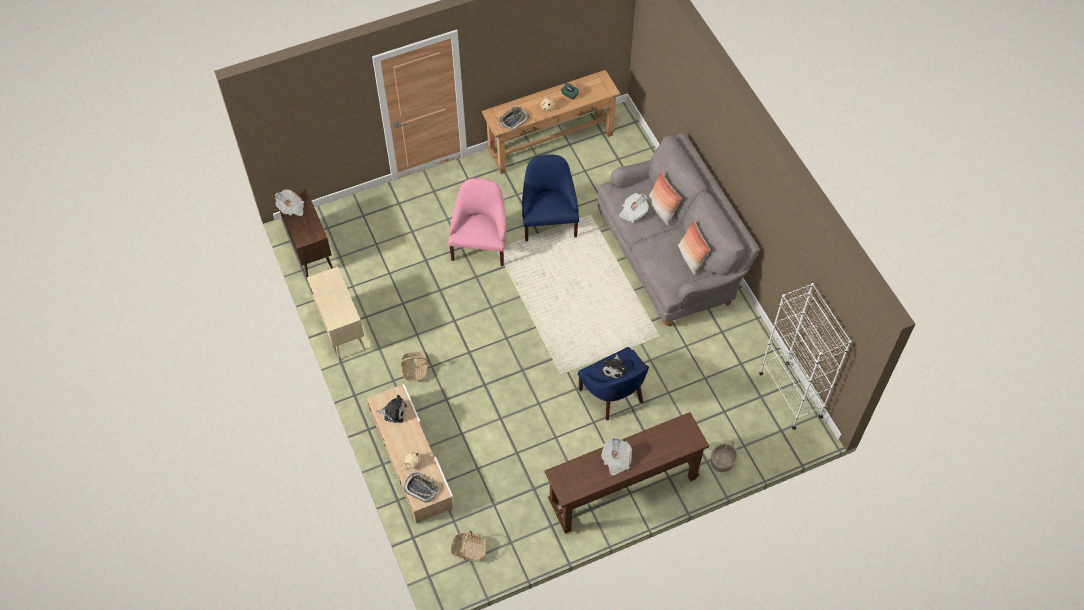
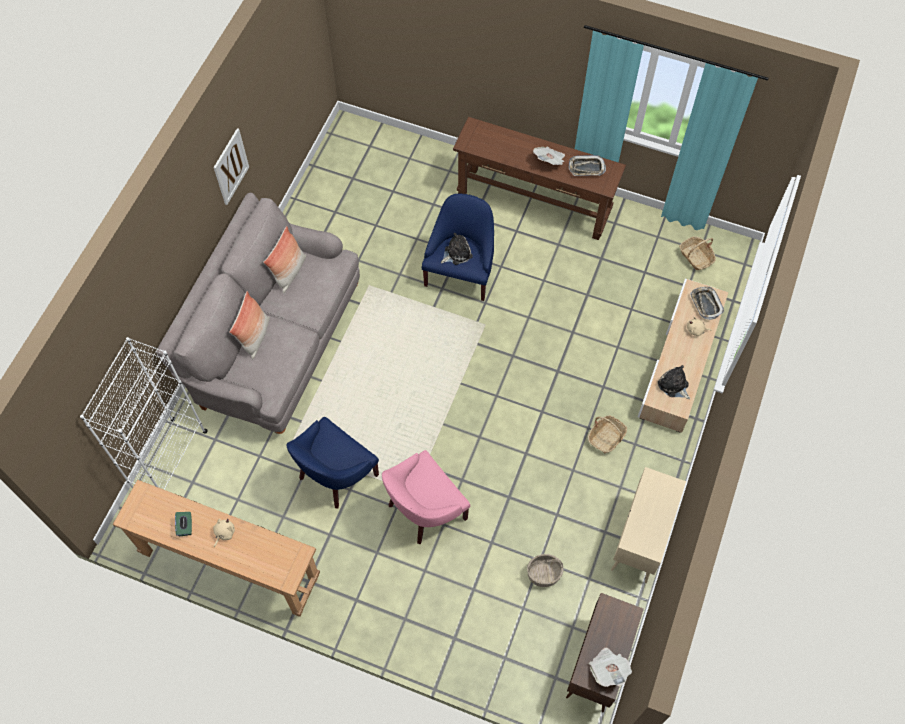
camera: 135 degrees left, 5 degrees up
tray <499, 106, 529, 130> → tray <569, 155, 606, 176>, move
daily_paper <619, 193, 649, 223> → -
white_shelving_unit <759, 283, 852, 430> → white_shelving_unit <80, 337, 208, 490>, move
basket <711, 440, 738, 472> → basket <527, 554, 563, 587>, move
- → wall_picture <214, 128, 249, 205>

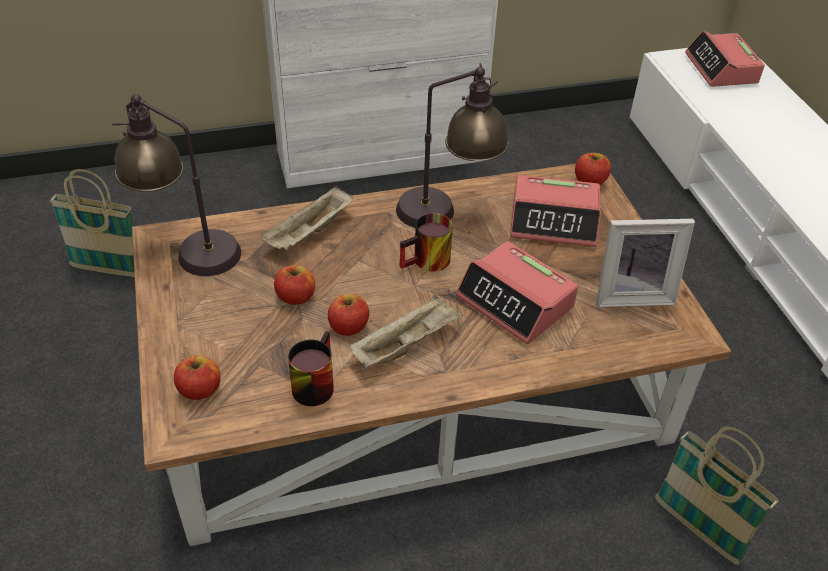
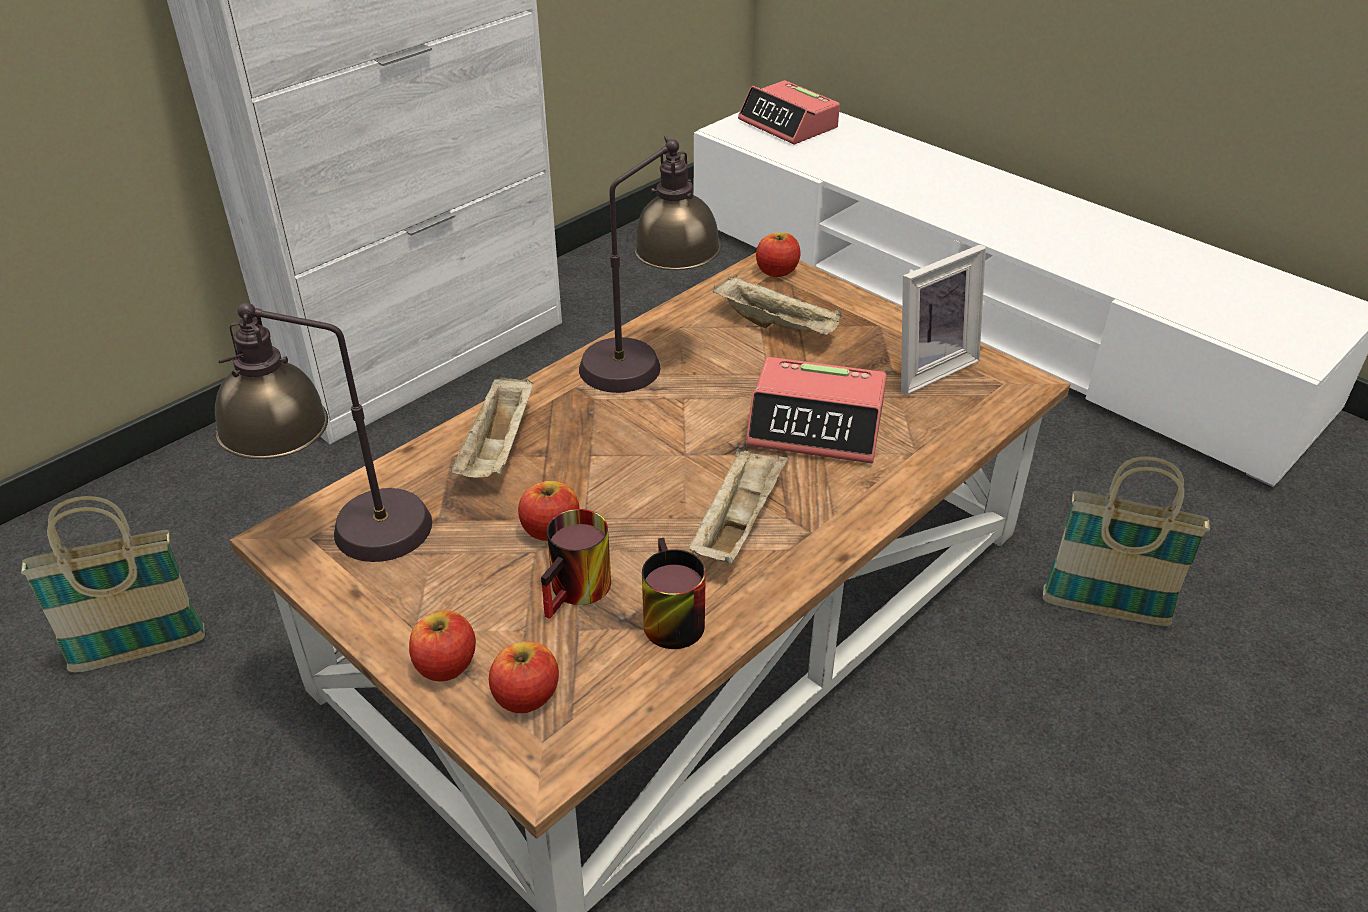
camera: 30 degrees left, 5 degrees down
bedside_clock <510, 175, 602, 247> → beige_tray <712, 276, 842, 335>
tea_mug <400, 213, 453, 271> → tea_mug <541, 509, 611, 619>, move
apple_fruit <328, 294, 369, 336> → apple_fruit <409, 610, 476, 682>, move

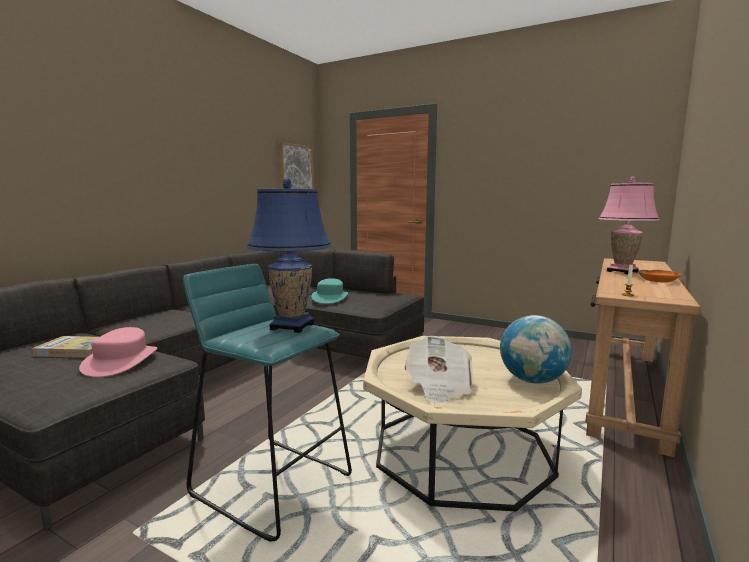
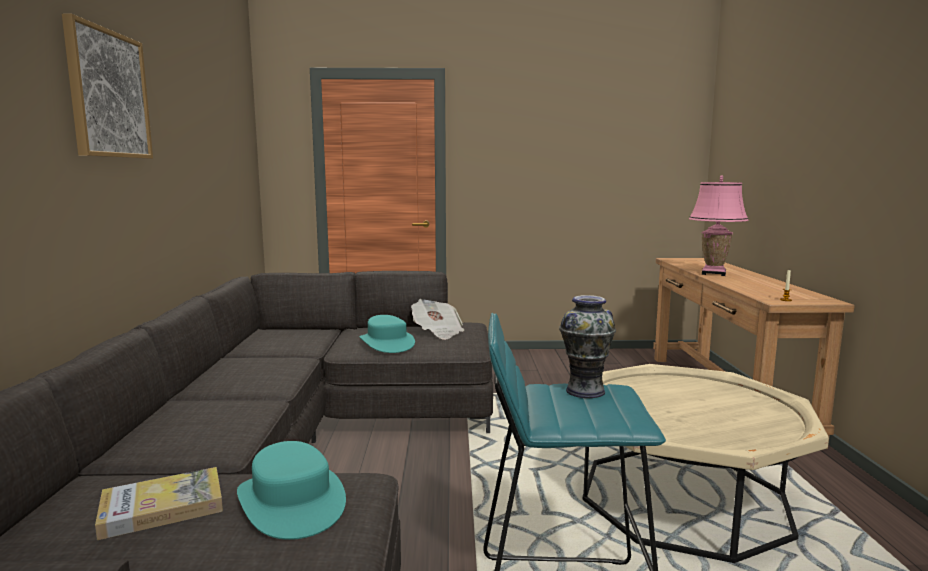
camera: 30 degrees left, 0 degrees up
wall_picture <279, 142, 314, 189> → wall_picture <62, 13, 153, 159>, move
blue-coloured_tabletop_lamp <246, 178, 332, 333> → flower_vase <559, 295, 616, 398>
orange_serving_bowl <638, 270, 681, 283> → -
desk_globe <500, 315, 572, 384> → -
pink_clothing_hat <79, 327, 158, 377> → turquoise-coloured_clothing_hat <237, 441, 346, 540>
daily_paper <404, 336, 473, 403> → daily_paper <411, 299, 464, 340>, move

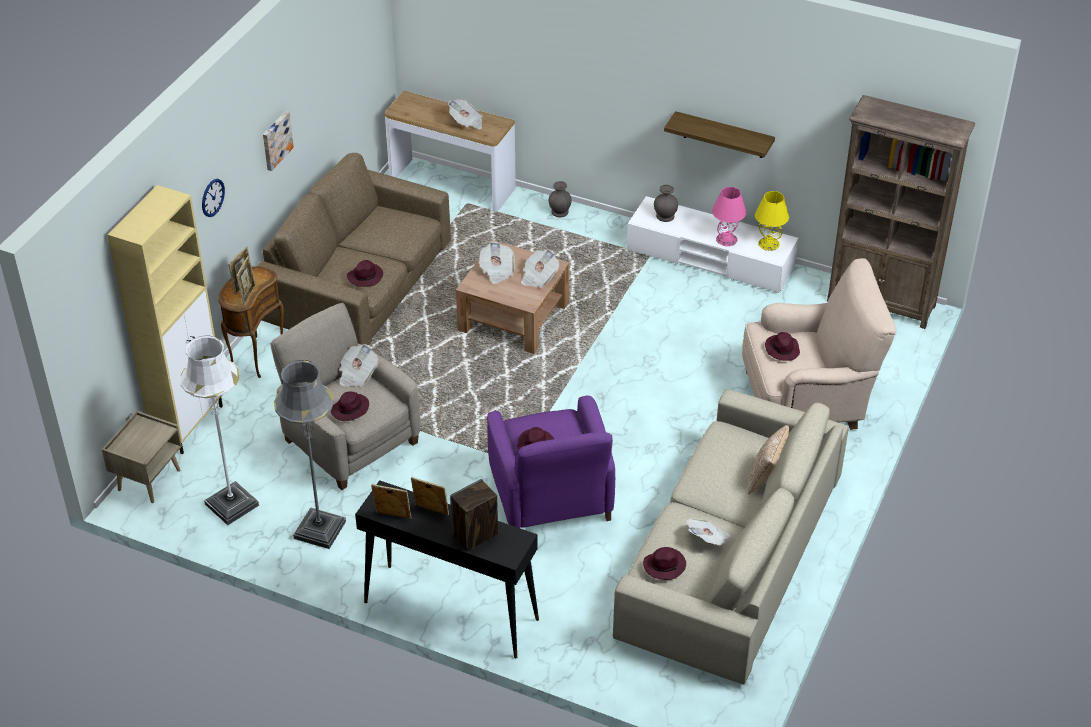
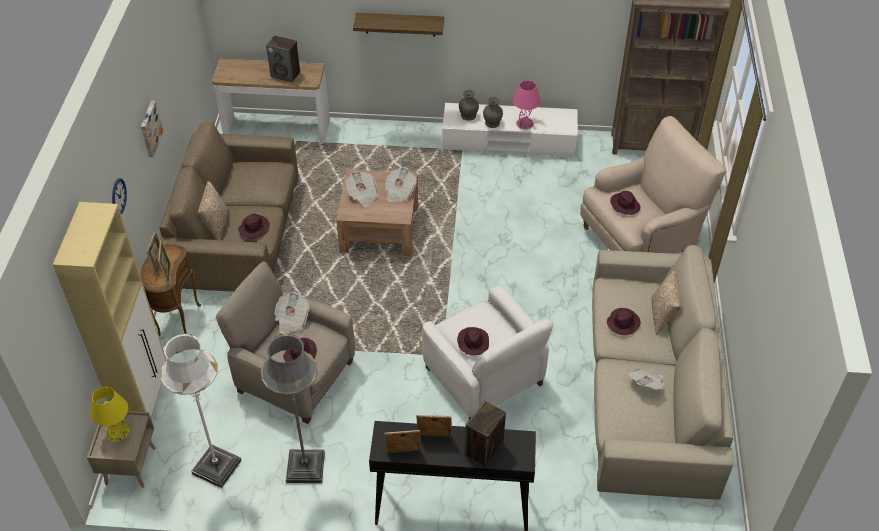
camera: 20 degrees left, 5 degrees up
daily_paper <448, 99, 483, 129> → speaker <266, 35, 300, 82>
shelf <664, 111, 775, 158> → shelf <353, 13, 444, 37>, move
grey_flower_vase <549, 181, 572, 217> → grey_flower_vase <483, 97, 503, 128>, move
yellow_tabletop_lamp <755, 191, 789, 251> → yellow_tabletop_lamp <90, 387, 130, 442>, move
purple_armchair <487, 396, 615, 528> → white_armchair <422, 286, 553, 420>
purple_clothing_hat <643, 547, 686, 580> → purple_clothing_hat <607, 308, 641, 335>, move
- → throw_pillow <198, 181, 229, 240>

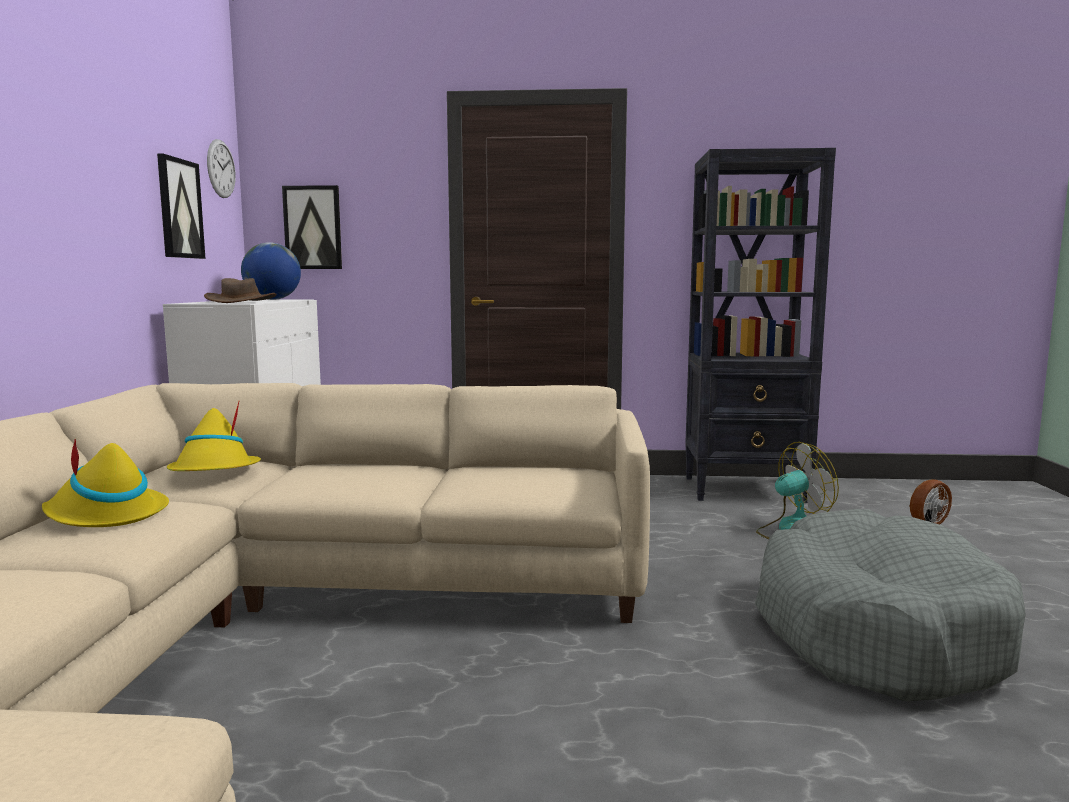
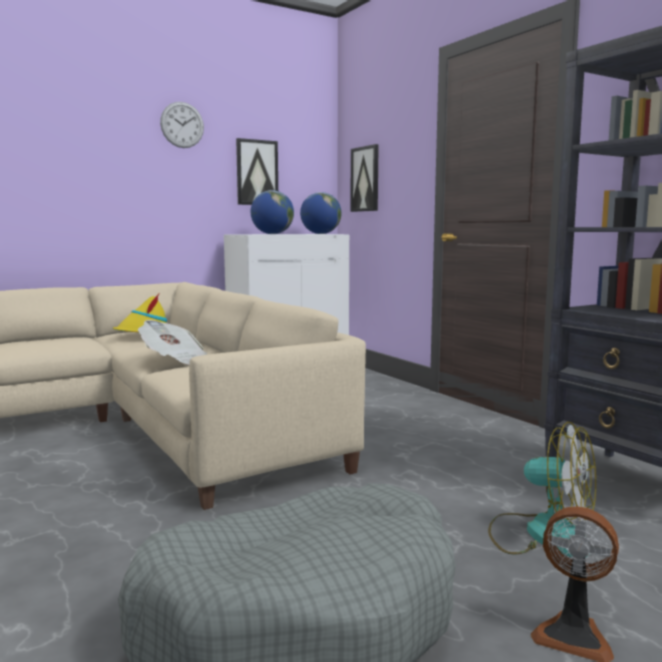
camera: 55 degrees right, 0 degrees up
wall_clock <207, 139, 236, 198> → wall_clock <160, 102, 204, 148>, move
brown-coloured_clothing_hat <204, 278, 276, 303> → desk_globe <251, 190, 294, 234>
yellow_clothing_hat <42, 439, 169, 527> → -
- → daily_paper <138, 320, 208, 365>

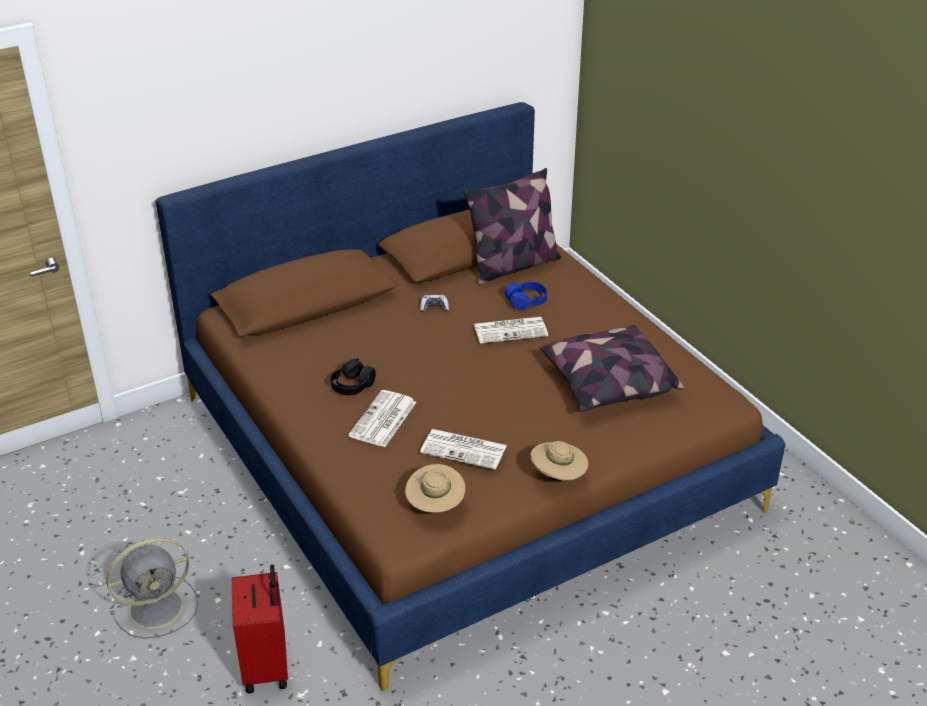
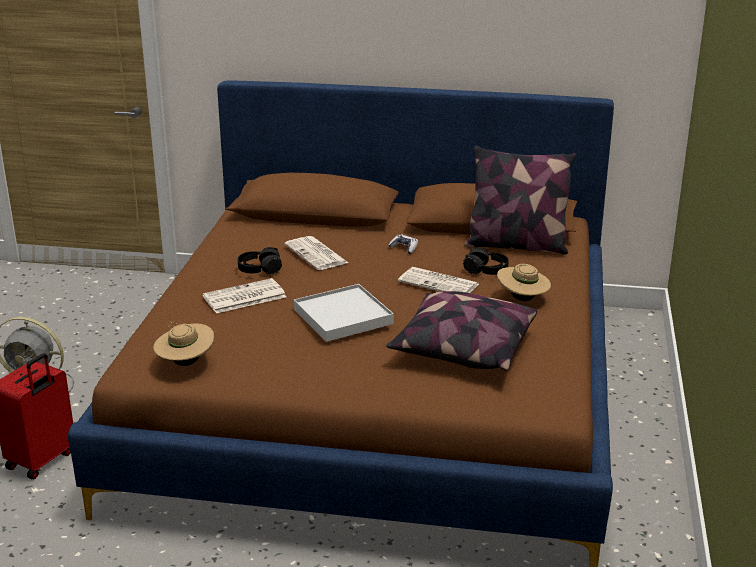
camera: 40 degrees right, 10 degrees down
blue-coloured_headset <504, 282, 547, 310> → black_headset <463, 247, 509, 275>
daily_paper <420, 429, 507, 469> → daily_paper <285, 236, 348, 270>, move
beige_clothing_hat <530, 441, 588, 481> → beige_clothing_hat <497, 264, 551, 301>, move
- → white_tray <294, 284, 394, 342>

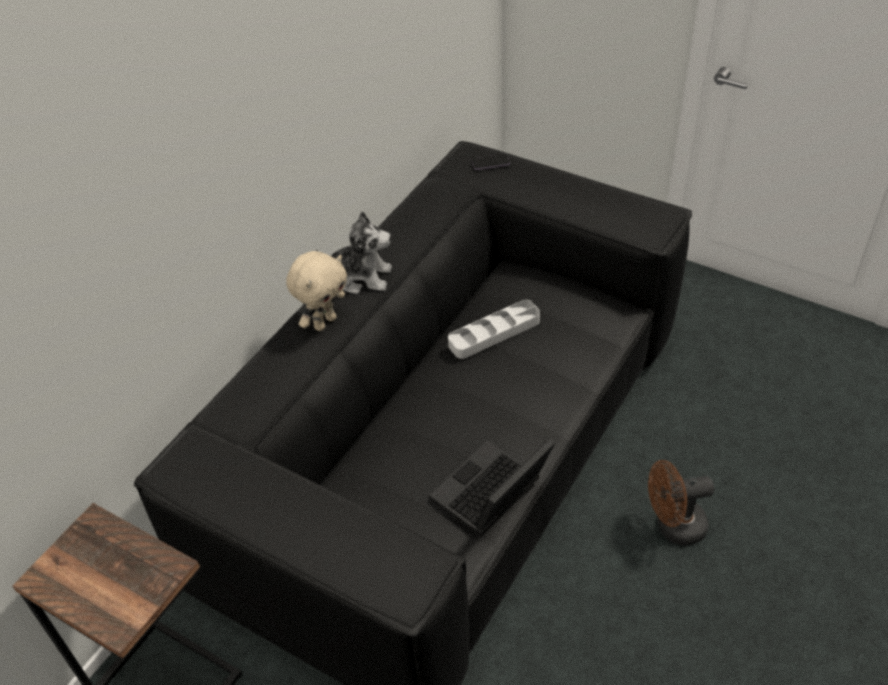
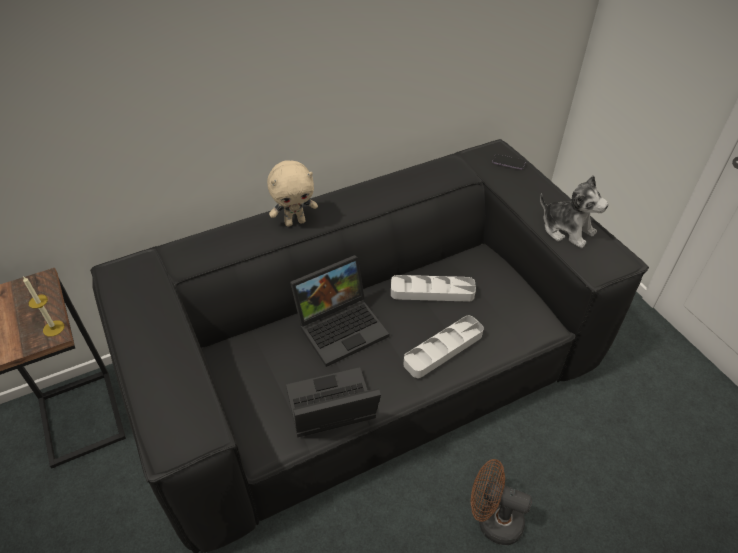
camera: 30 degrees right, 0 degrees up
plush_toy <316, 211, 392, 294> → plush_toy <540, 175, 608, 248>, move
- → portable_computer <290, 255, 389, 367>
- → candle <23, 276, 64, 337>
- → grey_tray <403, 316, 484, 378>

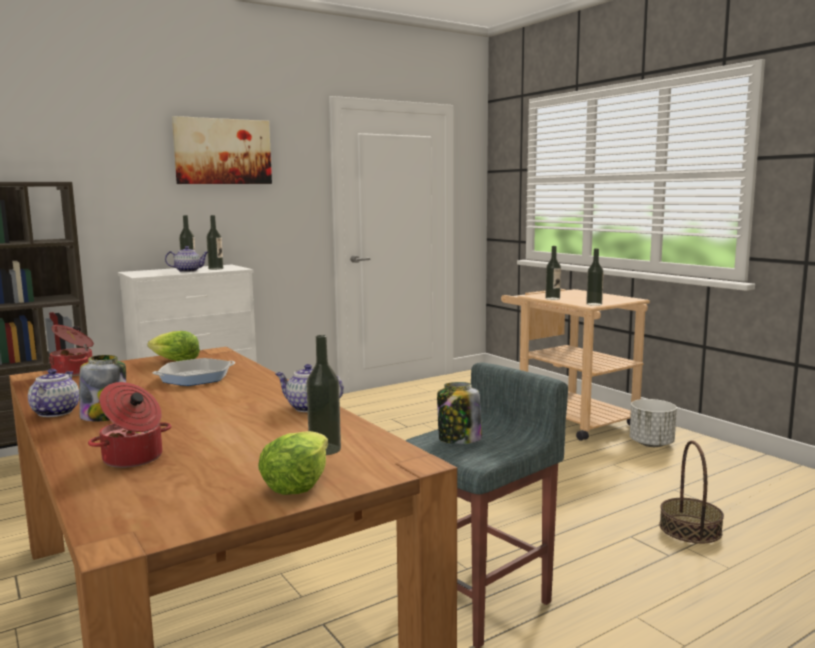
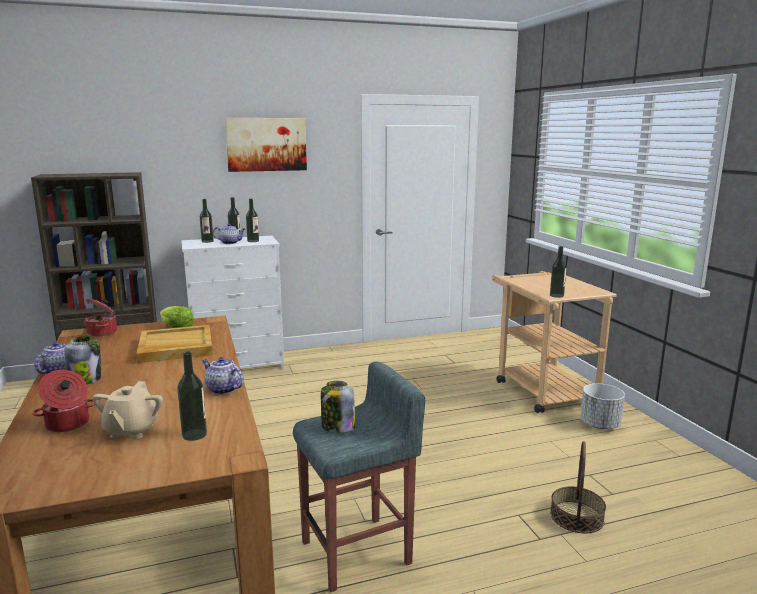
camera: 15 degrees right, 5 degrees up
beverage_bottle <545, 246, 561, 300> → beverage_bottle <200, 199, 214, 243>, move
skillet <153, 358, 235, 386> → beige_tray <137, 325, 213, 363>
lettuce_head <258, 431, 328, 495> → -
- → beige_teapot <92, 381, 163, 439>

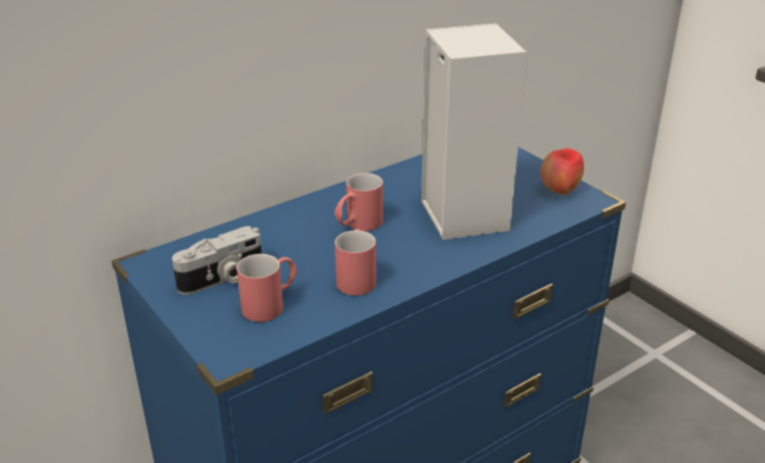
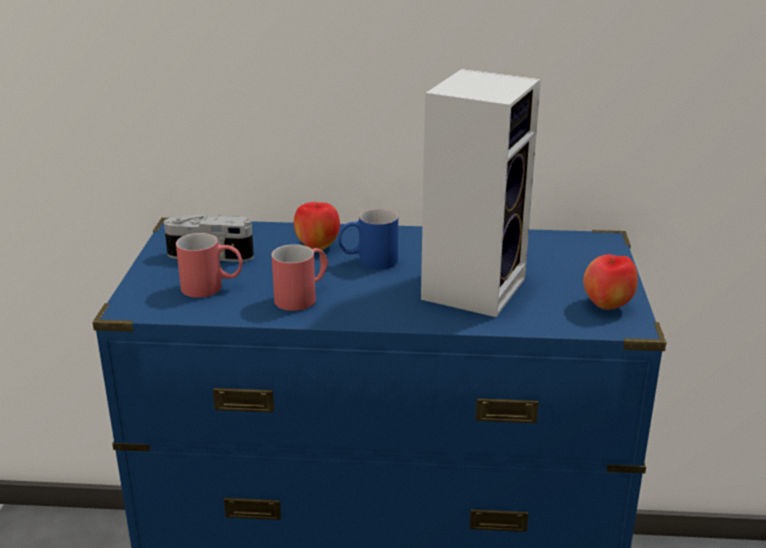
camera: 40 degrees right, 5 degrees down
red-coloured_tea_mug <335, 173, 383, 231> → blue-coloured_tea_mug <338, 208, 398, 269>
- → apple_fruit <294, 202, 340, 250>

